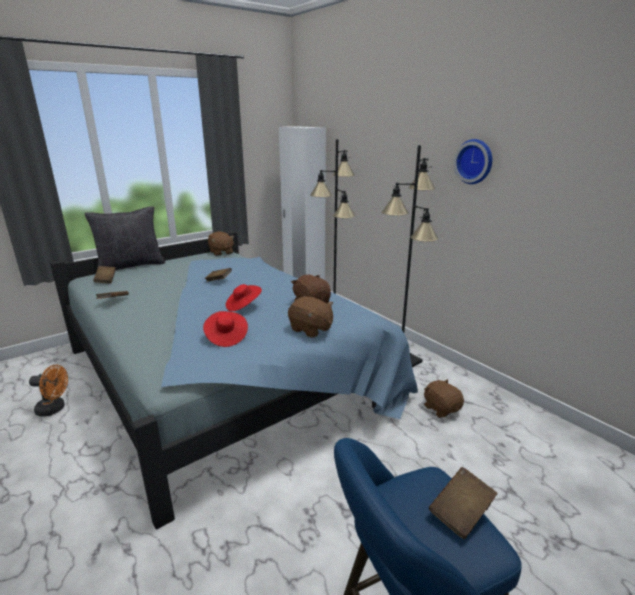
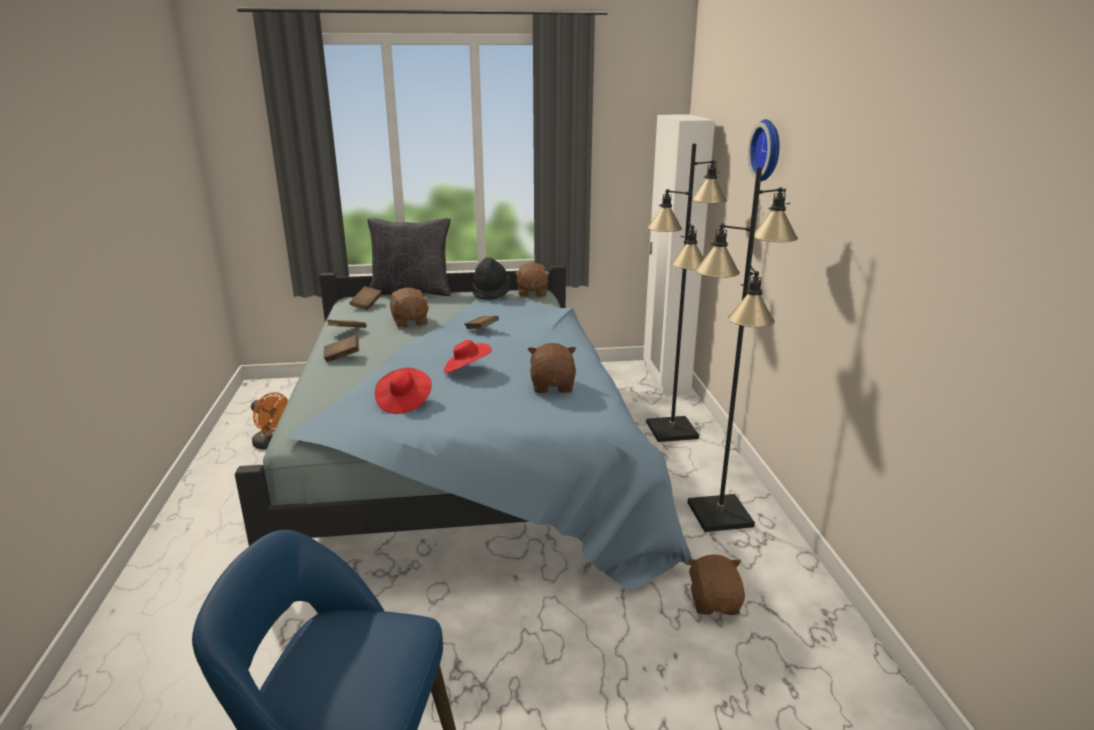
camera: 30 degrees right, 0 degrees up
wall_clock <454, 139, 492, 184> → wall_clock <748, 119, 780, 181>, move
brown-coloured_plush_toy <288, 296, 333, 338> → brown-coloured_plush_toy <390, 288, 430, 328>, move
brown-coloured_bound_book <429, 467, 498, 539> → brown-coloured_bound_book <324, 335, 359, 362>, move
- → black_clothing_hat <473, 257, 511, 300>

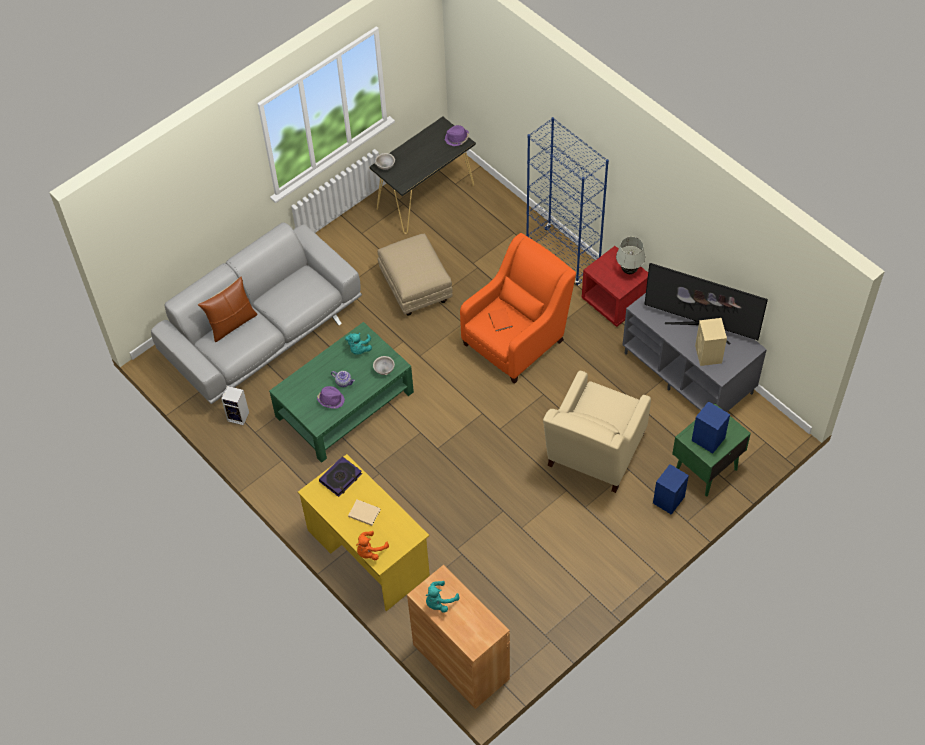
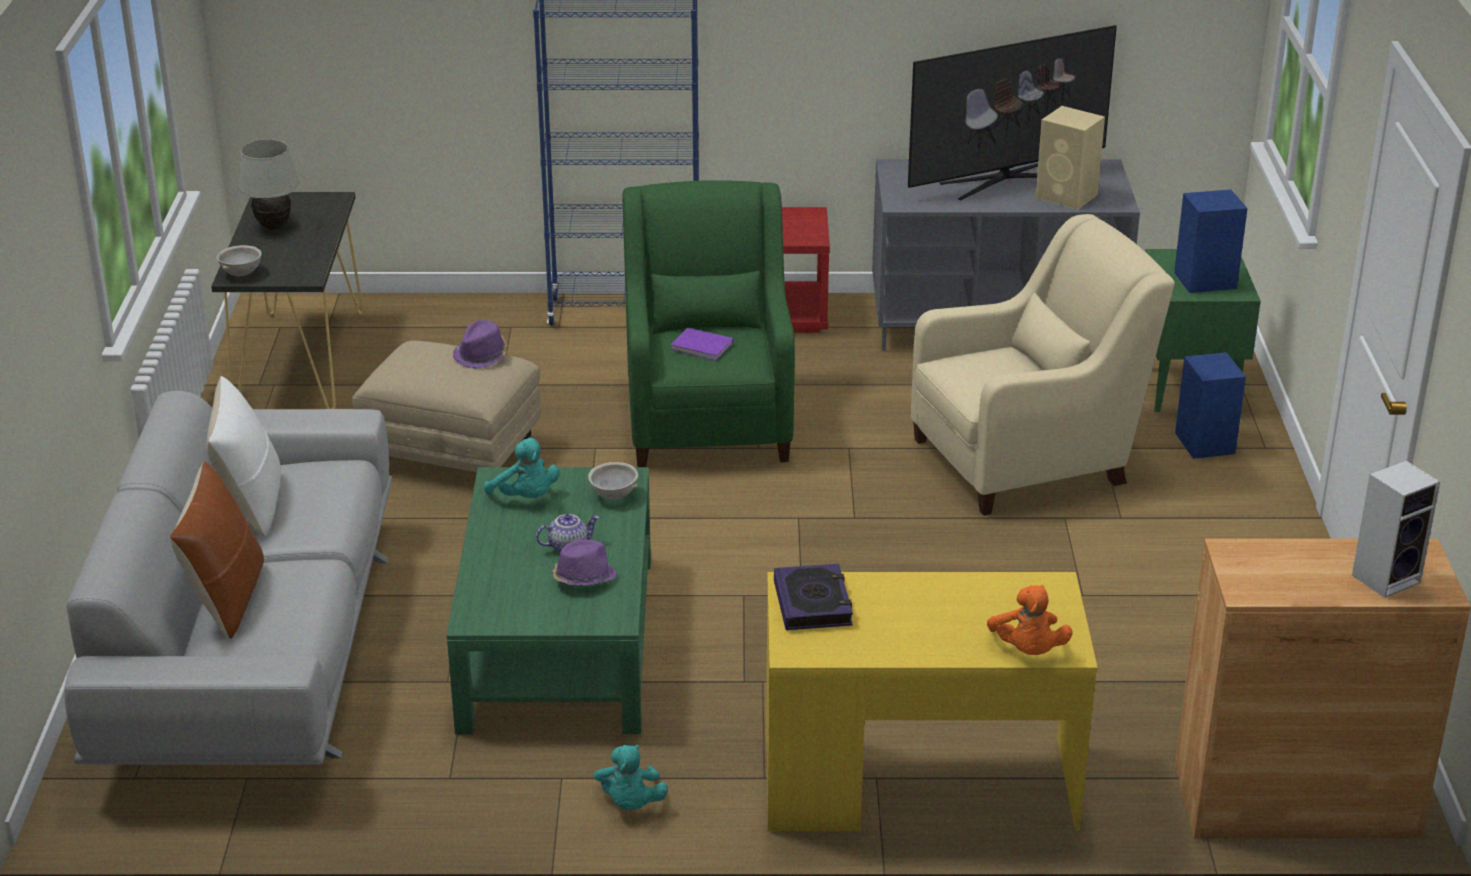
camera: 50 degrees left, 25 degrees down
purple_clothing_hat <445, 125, 469, 146> → purple_clothing_hat <453, 320, 507, 369>, move
orange_armchair <460, 233, 576, 384> → green_armchair <622, 180, 795, 467>
white_tabletop_lamp <616, 237, 645, 274> → white_tabletop_lamp <238, 139, 299, 230>, move
orange_bound_book <488, 307, 513, 332> → purple_bound_book <671, 328, 733, 361>
beige_armchair <543, 371, 651, 493> → beige_armchair <911, 214, 1175, 516>, 90 degrees counterclockwise
speaker <221, 386, 249, 425> → speaker <1352, 461, 1440, 598>, move
beige_bound_book <348, 499, 380, 526> → -
turquoise-coloured_plush_toy <426, 581, 459, 613> → turquoise-coloured_plush_toy <594, 745, 668, 810>, move
- → white_throw_pillow <207, 376, 281, 537>

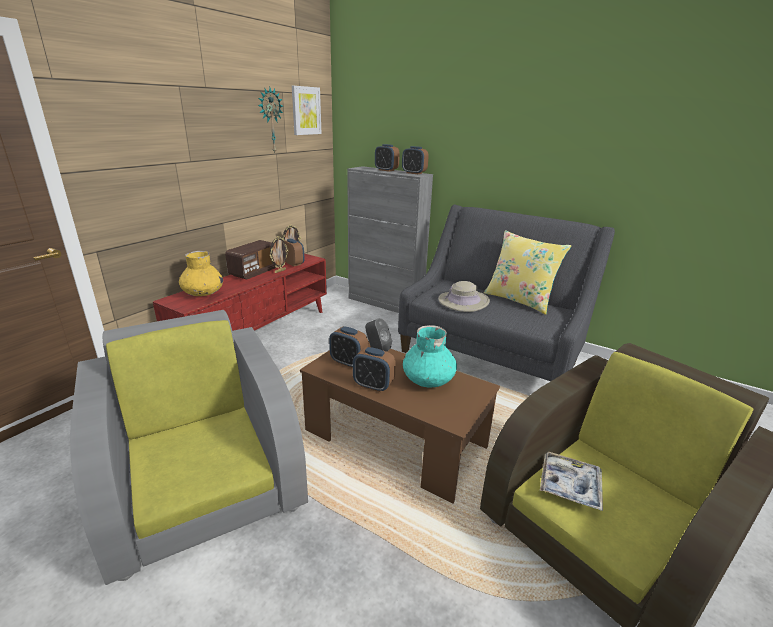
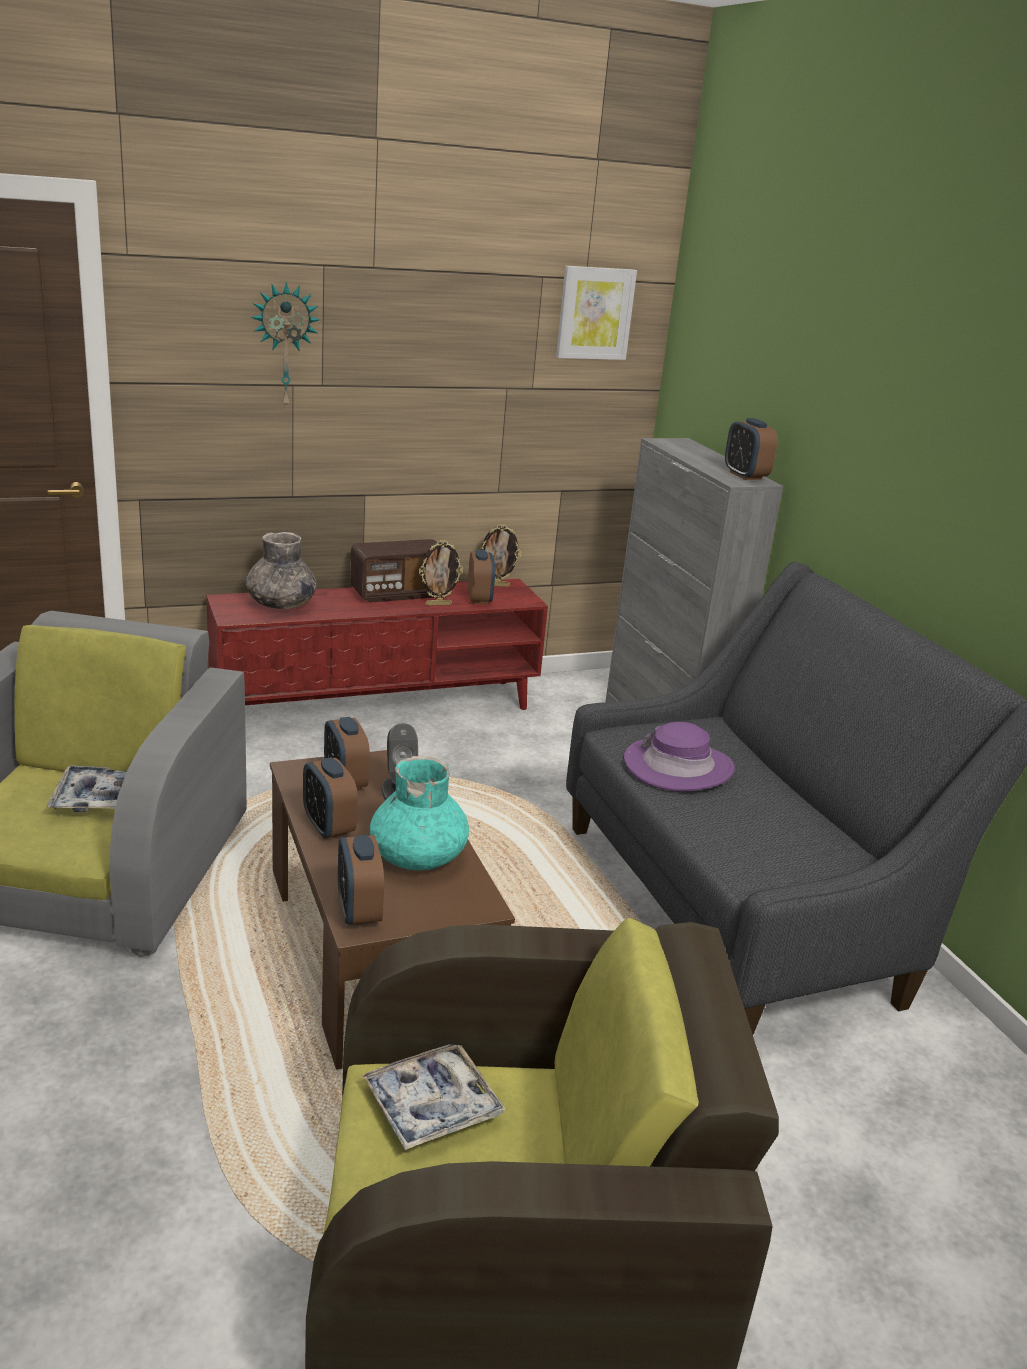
camera: 35 degrees right, 0 degrees up
wall_clock <258, 87, 283, 153> → wall_clock <251, 282, 320, 408>, move
bedside_clock <375, 144, 400, 172> → bedside_clock <338, 835, 384, 925>, move
yellow_throw_pillow <484, 230, 571, 315> → -
yellow_flower_vase <179, 251, 223, 296> → grey_flower_vase <246, 532, 316, 609>
beige_clothing_hat <438, 281, 490, 312> → purple_clothing_hat <624, 722, 735, 791>
- → tray <47, 766, 127, 812>

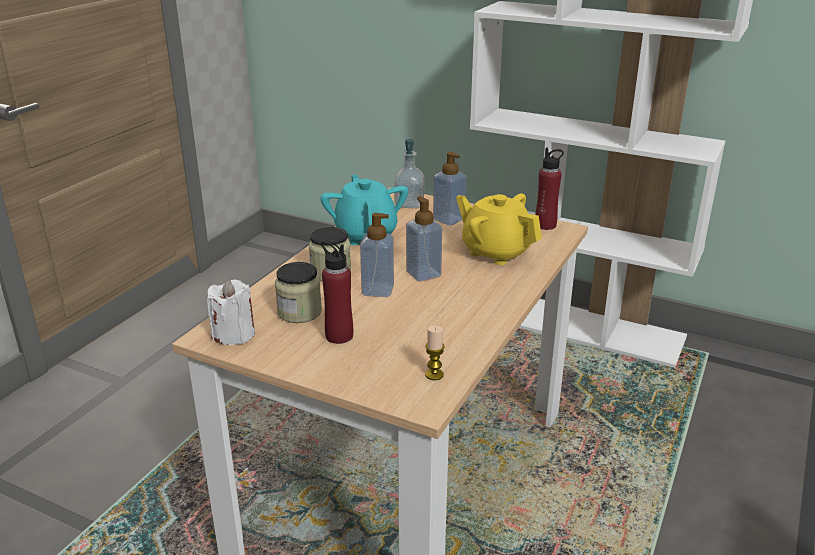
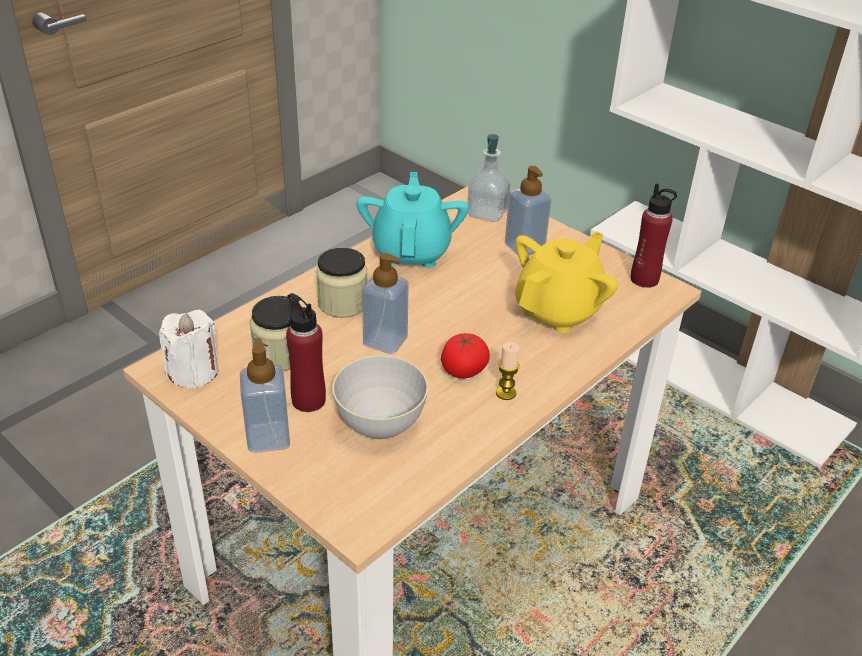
camera: 15 degrees right, 10 degrees up
yellow_teapot <456, 193, 542, 265> → yellow_teapot <515, 231, 618, 333>, 75 degrees clockwise
soap_bottle <406, 196, 442, 282> → soap_bottle <240, 338, 290, 453>, move
candle <425, 326, 445, 380> → candle <496, 342, 520, 400>, move
- → tomato <441, 333, 490, 378>
- → grey_serving_bowl <332, 355, 428, 440>

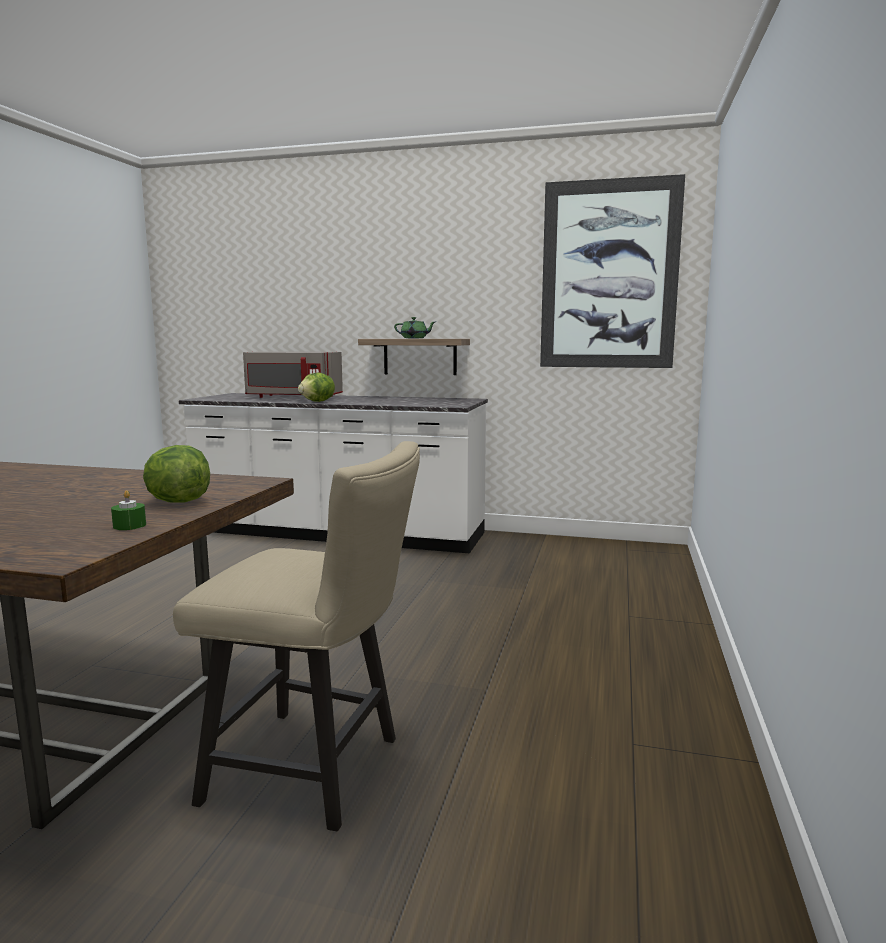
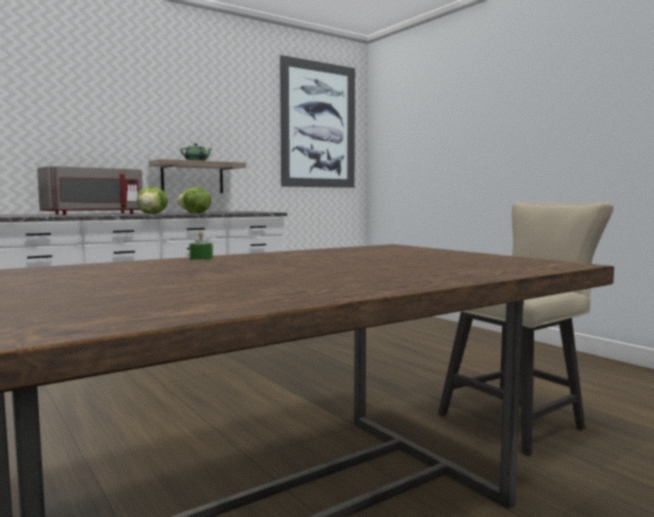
camera: 50 degrees left, 5 degrees down
lettuce_head <143, 445, 210, 503> → lettuce_head <177, 187, 211, 213>, move
green_candle <111, 490, 146, 530> → green_candle <189, 231, 213, 260>, move

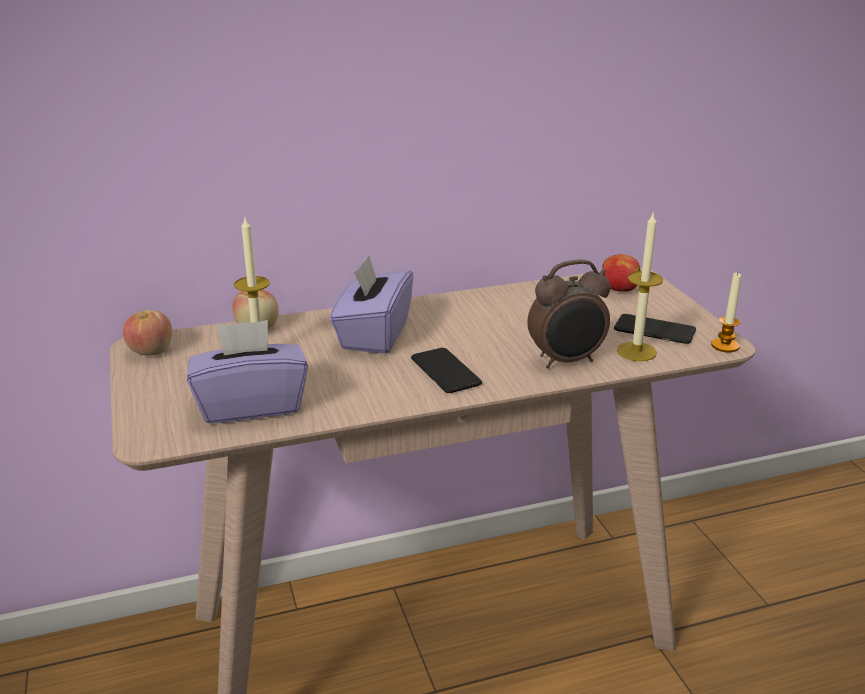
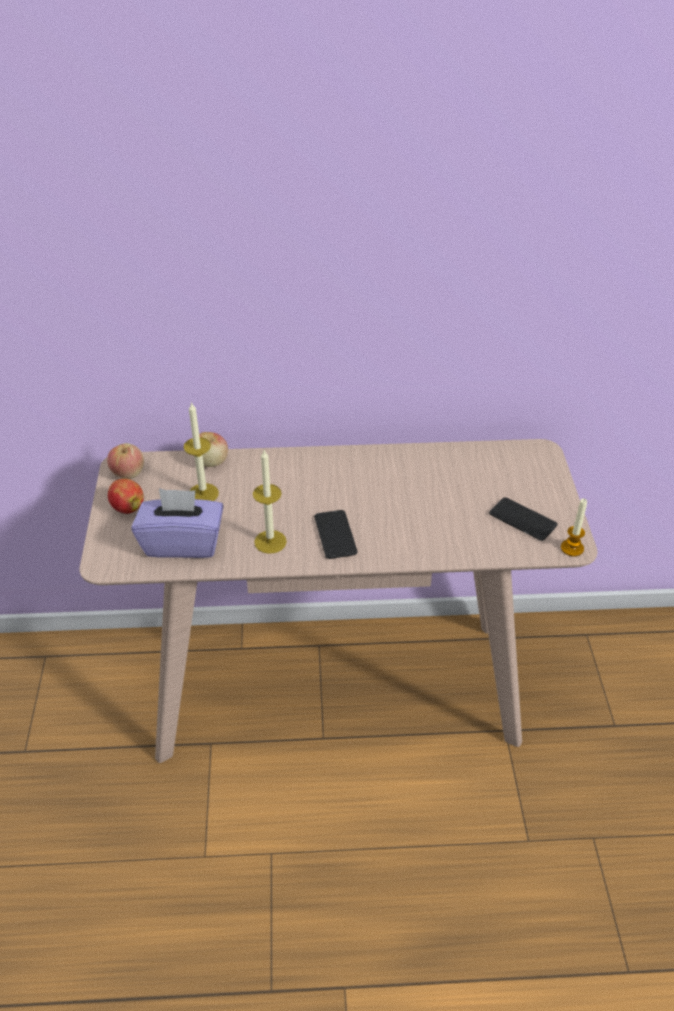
camera: 15 degrees right, 15 degrees up
candle <617, 211, 663, 361> → candle <253, 450, 287, 554>, move
apple_fruit <602, 254, 640, 292> → apple_fruit <108, 478, 144, 514>, move
purple_tissue_holder <330, 256, 413, 354> → -
bedside_clock <527, 259, 611, 369> → -

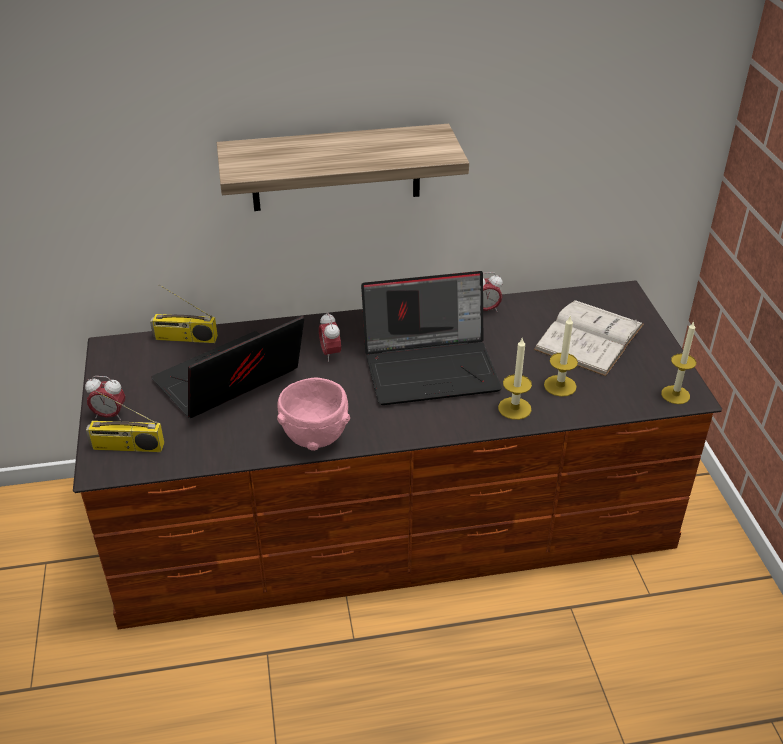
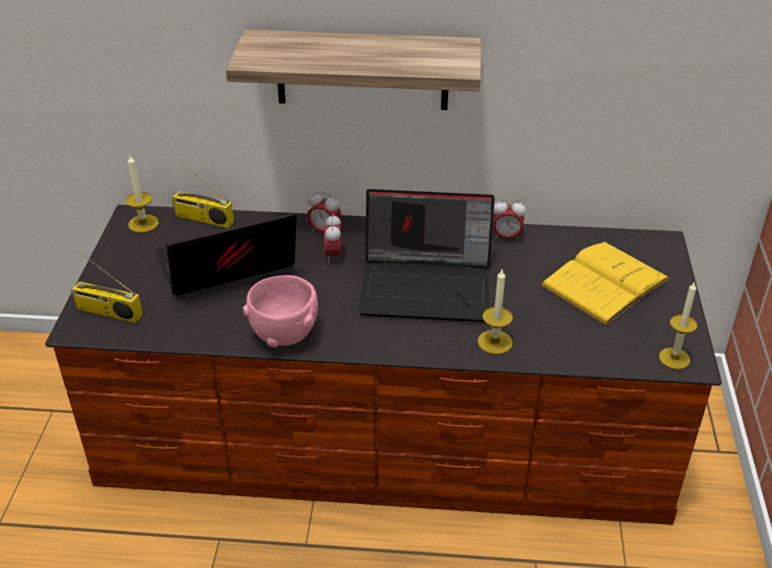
camera: 15 degrees right, 0 degrees up
white_bound_book <533, 300, 644, 377> → yellow_bound_book <540, 242, 670, 326>
candle <544, 315, 578, 397> → candle <126, 155, 159, 233>, move
bedside_clock <85, 376, 125, 420> → bedside_clock <307, 192, 341, 232>, move

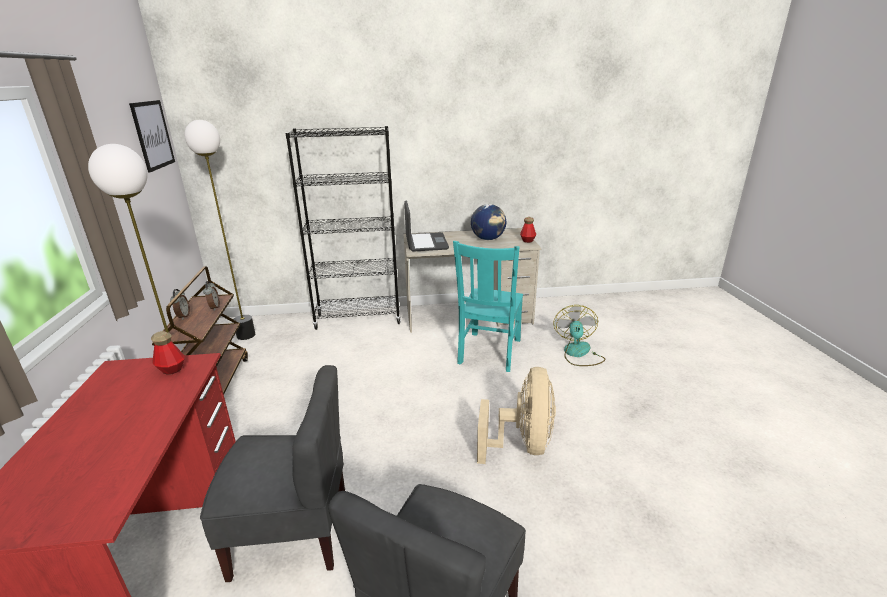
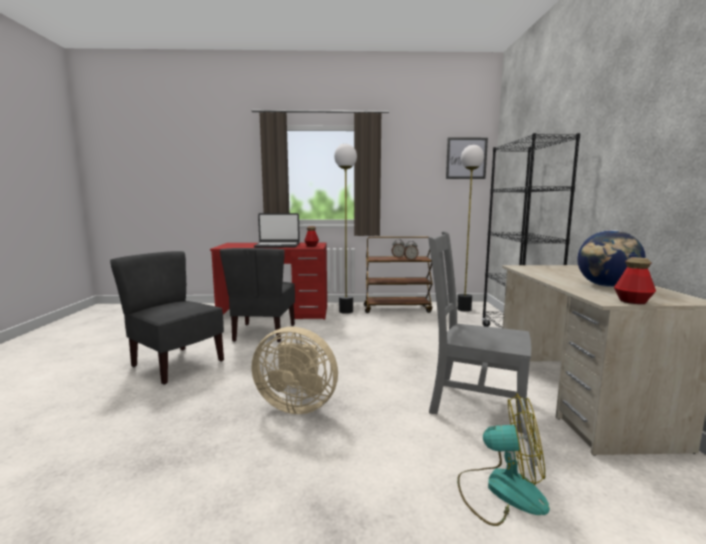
camera: 95 degrees right, 15 degrees down
portable_computer <404, 200, 449, 252> → portable_computer <254, 213, 300, 248>, move
turquoise-coloured_plain_chair <453, 241, 523, 372> → grey_plain_chair <428, 231, 531, 433>

